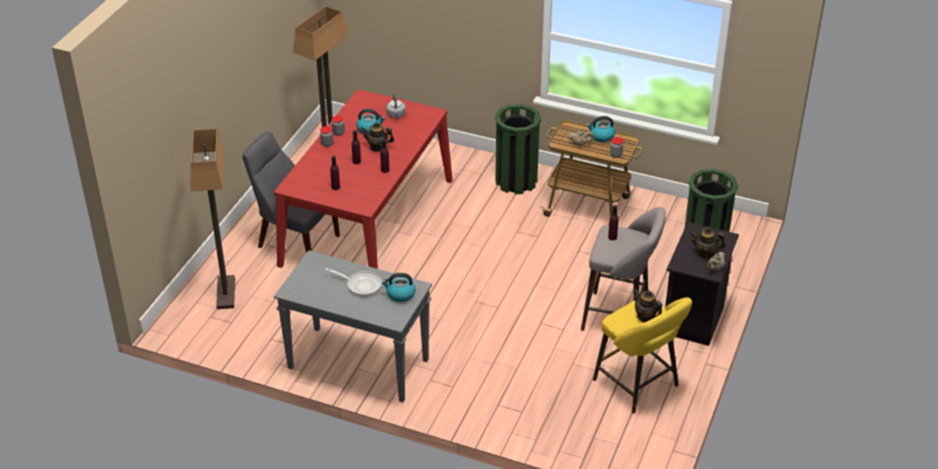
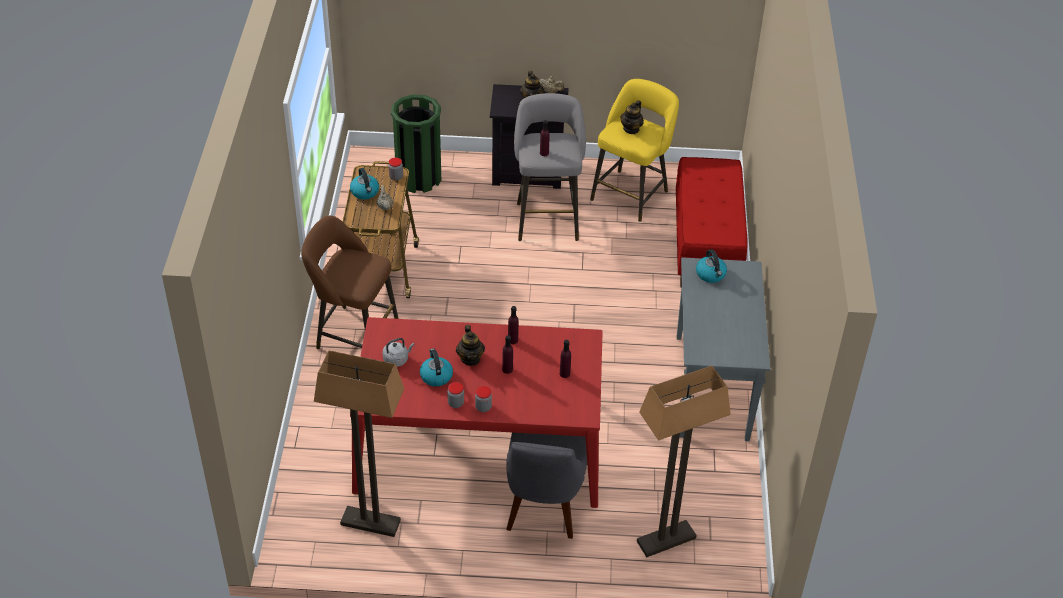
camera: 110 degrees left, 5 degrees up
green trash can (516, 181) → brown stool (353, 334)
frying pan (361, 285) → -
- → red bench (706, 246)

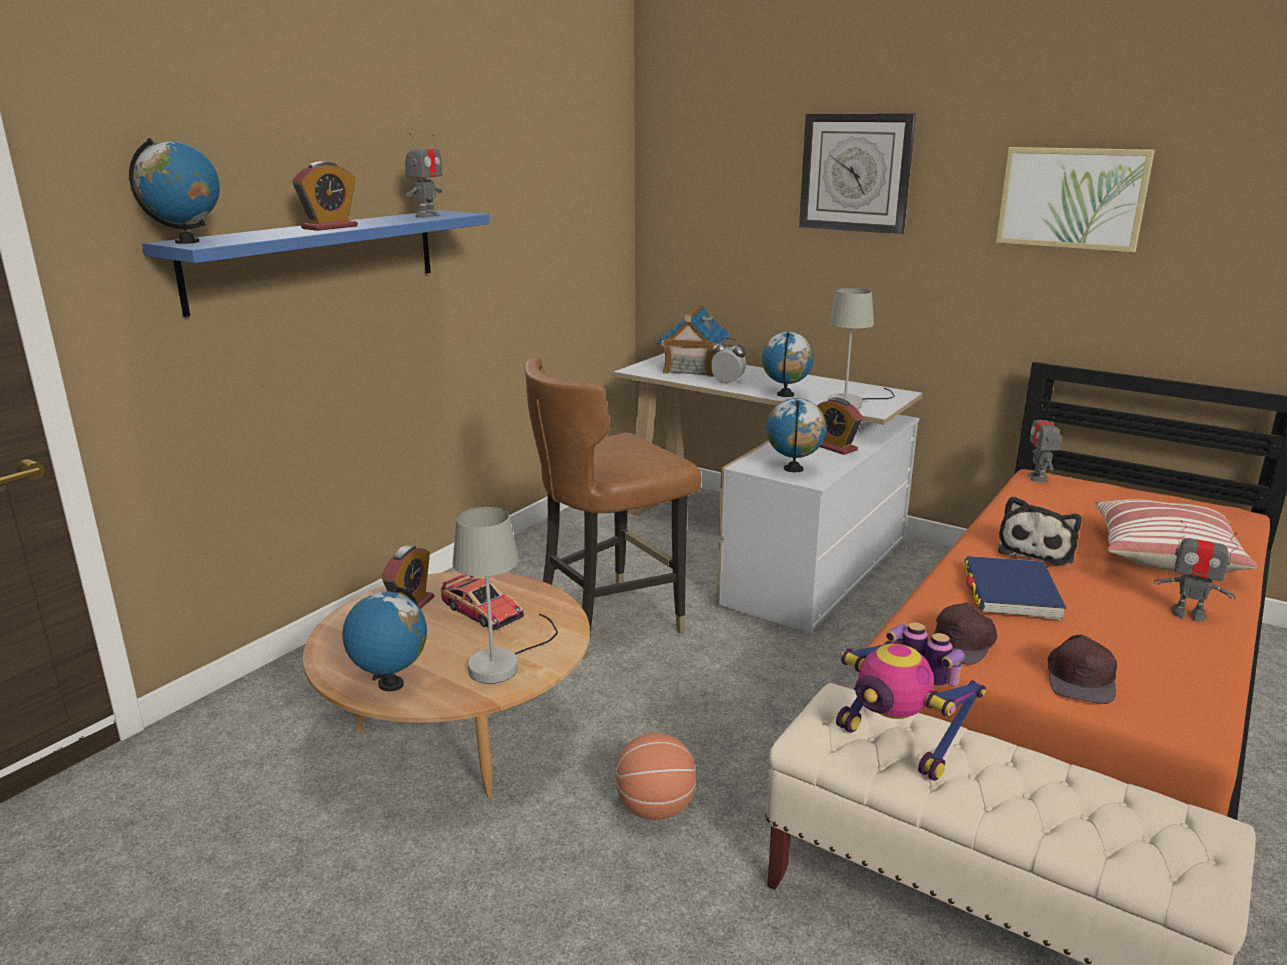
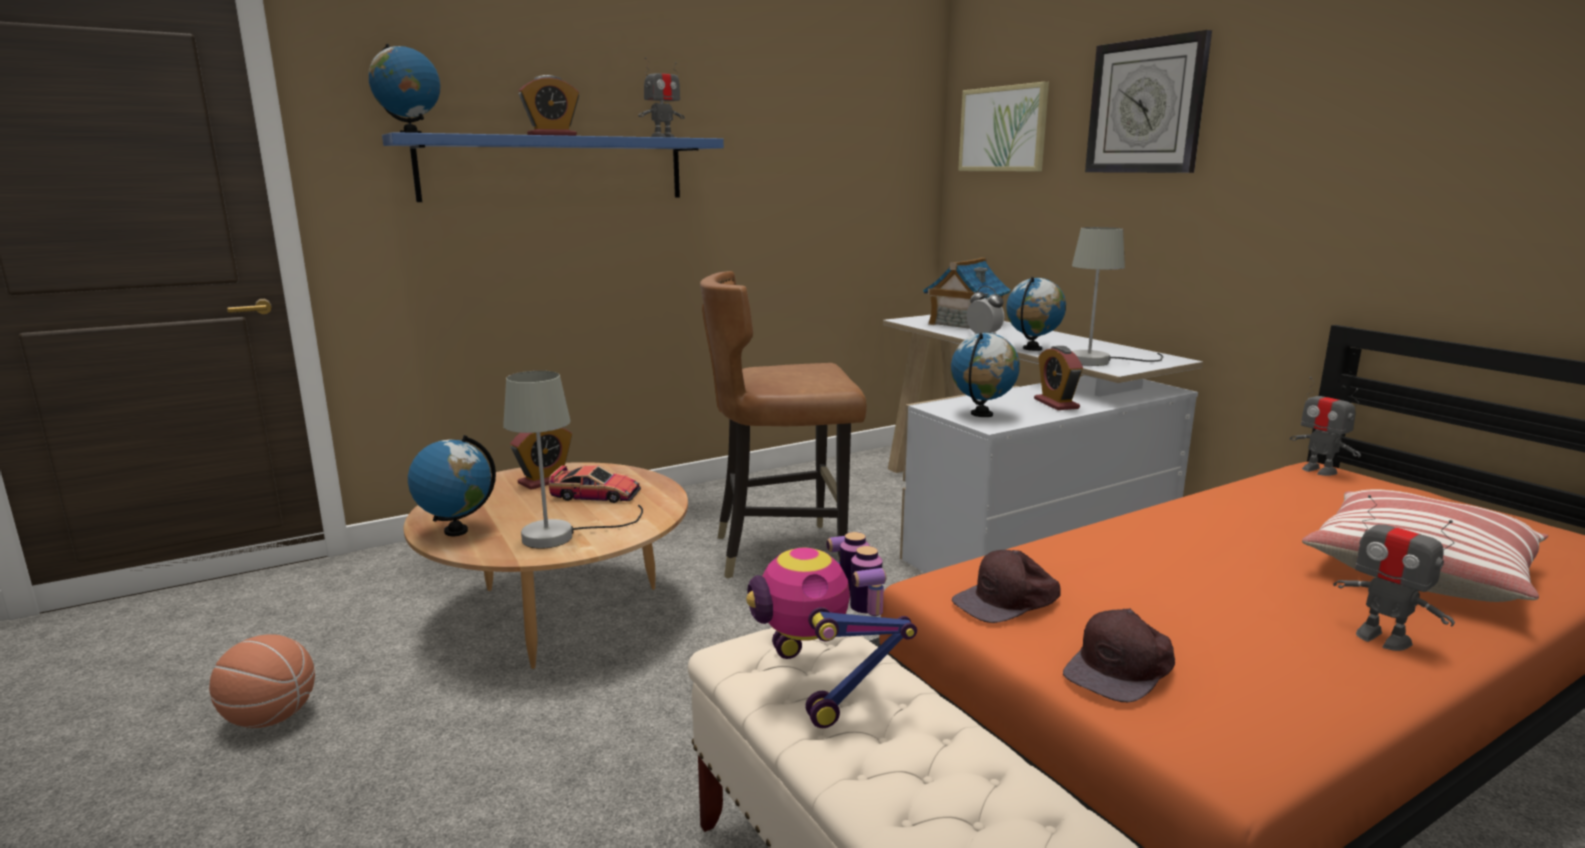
camera: 25 degrees right, 5 degrees down
picture (1071, 198) → picture (1003, 129), relocated
toy robot (1038, 478) → toy robot (1319, 470), 60 degrees counterclockwise
plush toy (1037, 550) → -
blue book (1010, 592) → -
toy car (483, 611) → toy car (596, 495), 60 degrees counterclockwise
basketball (654, 808) → basketball (270, 717), relocated

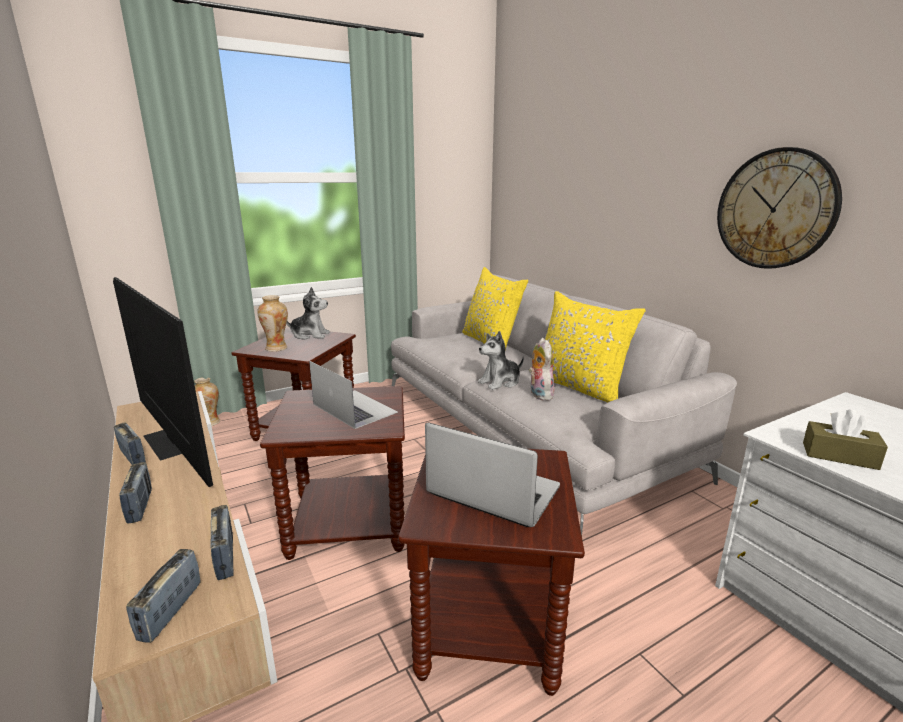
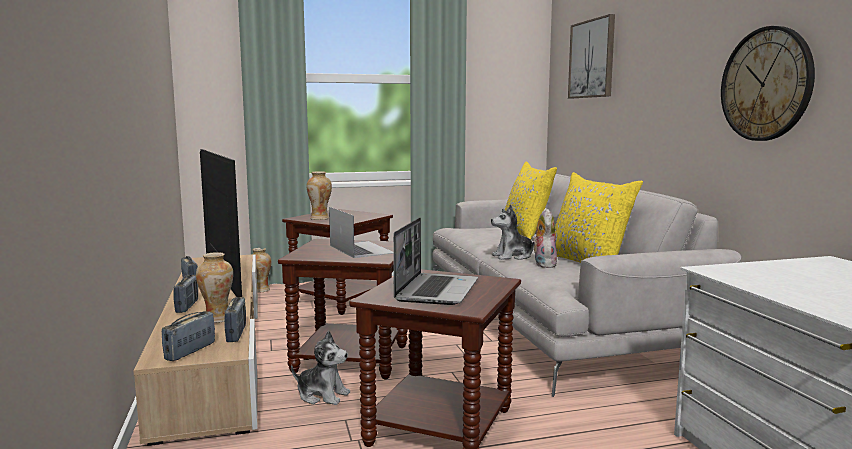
camera: 15 degrees right, 10 degrees down
plush toy (310, 335) → plush toy (322, 395), relocated
brown tissue box (839, 456) → -
laptop (491, 492) → laptop (436, 290), 60 degrees clockwise
- → picture (592, 59)
- → vase (217, 319)

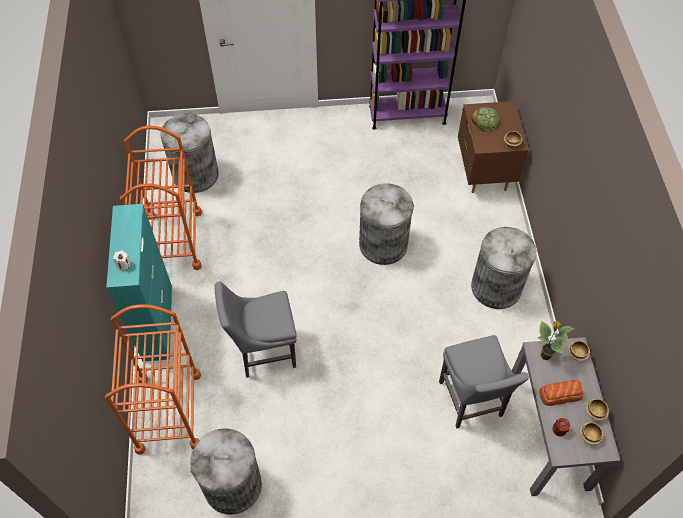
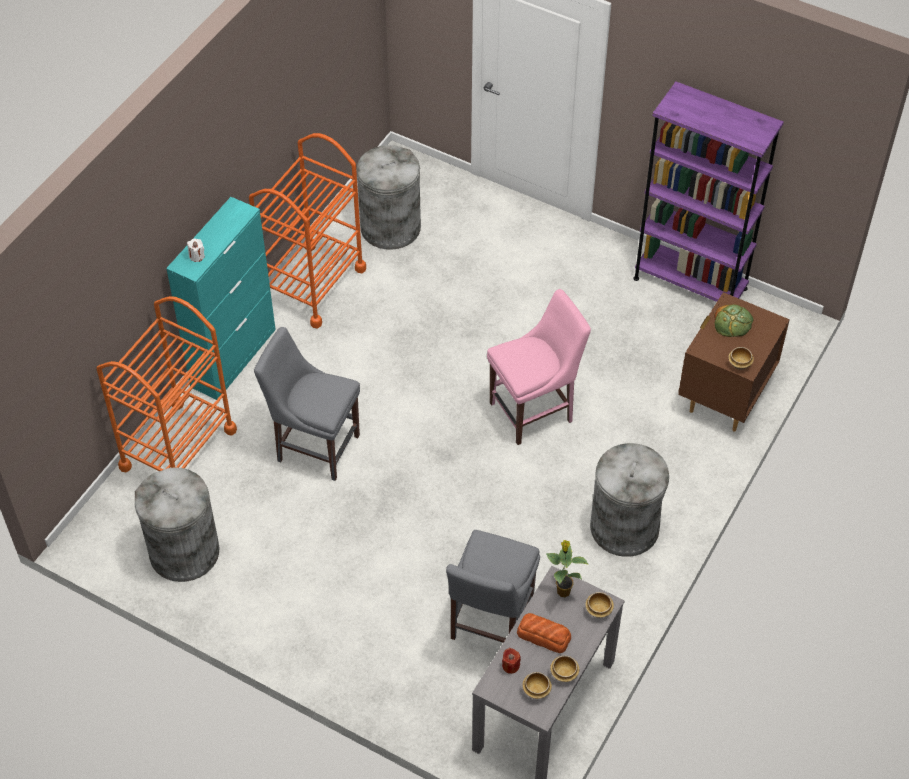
camera: 35 degrees right, 5 degrees down
grey trash can (383, 244) → pink chair (535, 411)

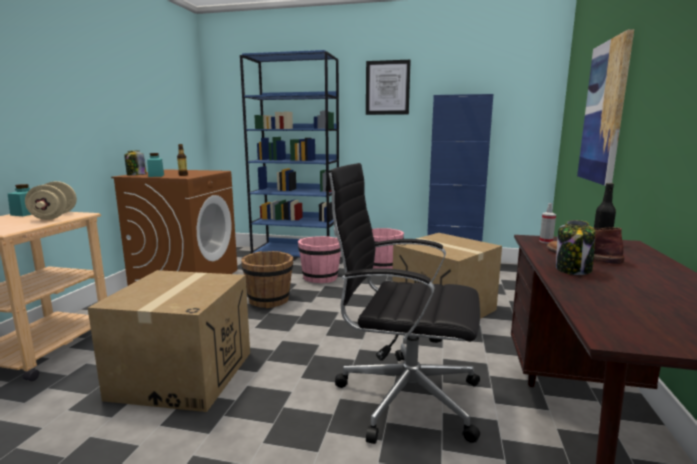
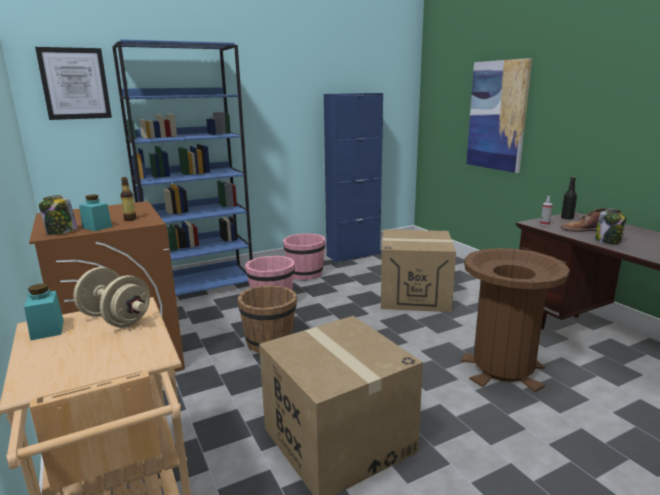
camera: 40 degrees left, 5 degrees up
picture (387, 88) → picture (75, 84), relocated
black office chair (404, 396) → brown trash can (502, 368)

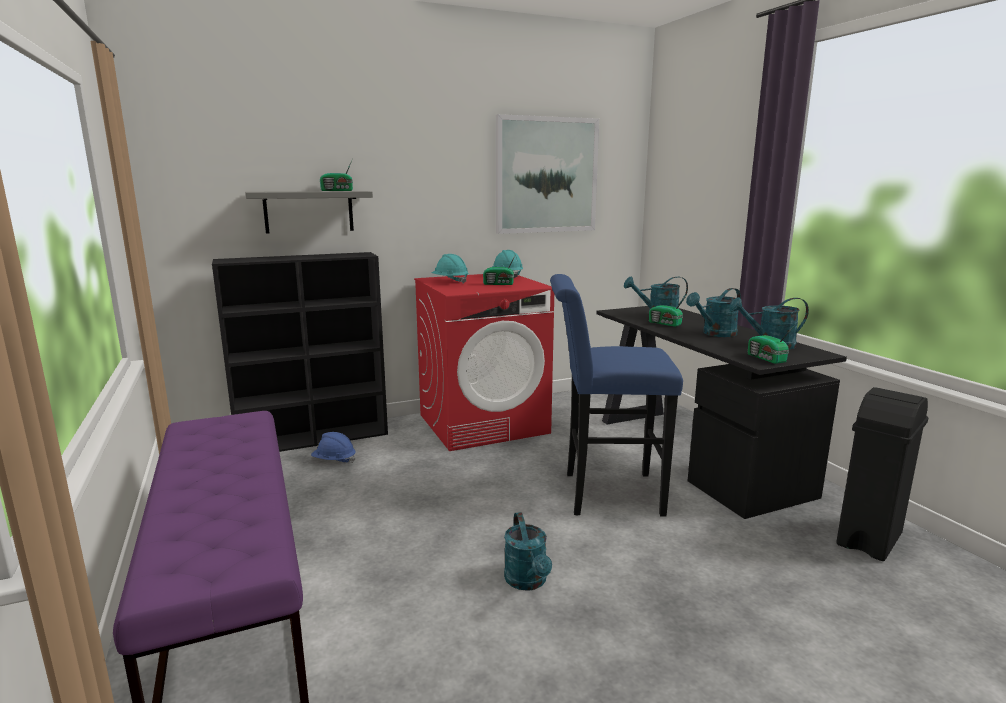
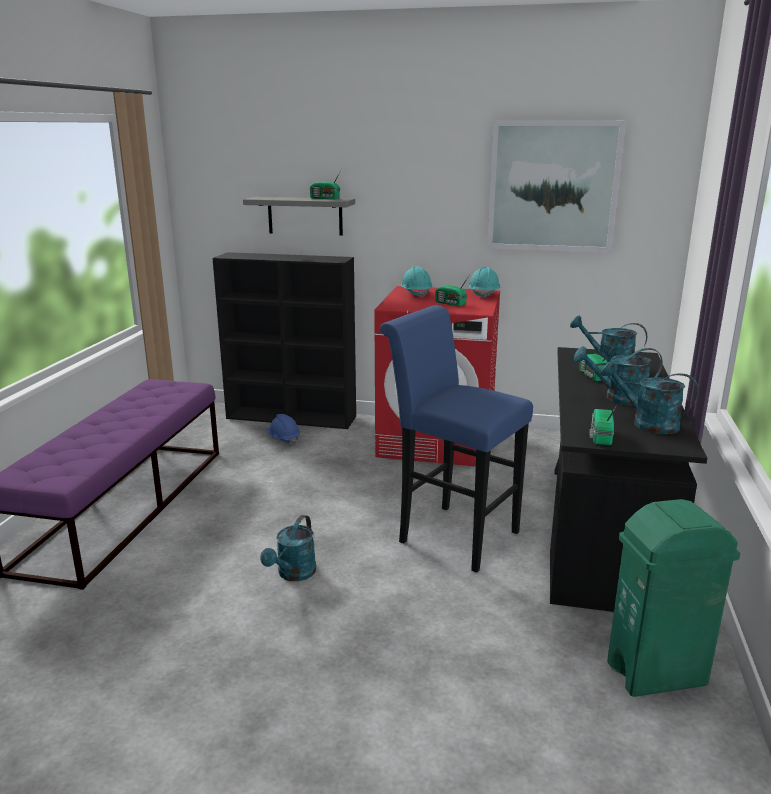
camera: 35 degrees right, 5 degrees up
black trash can (870, 539) → green trash can (657, 674)

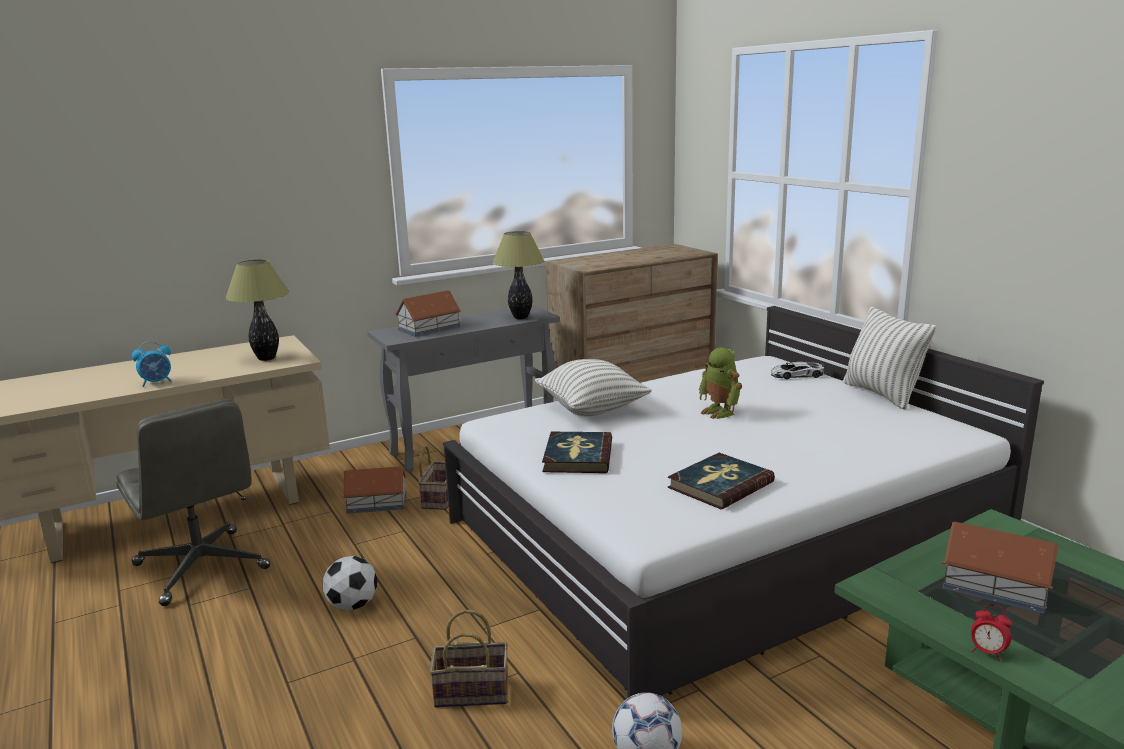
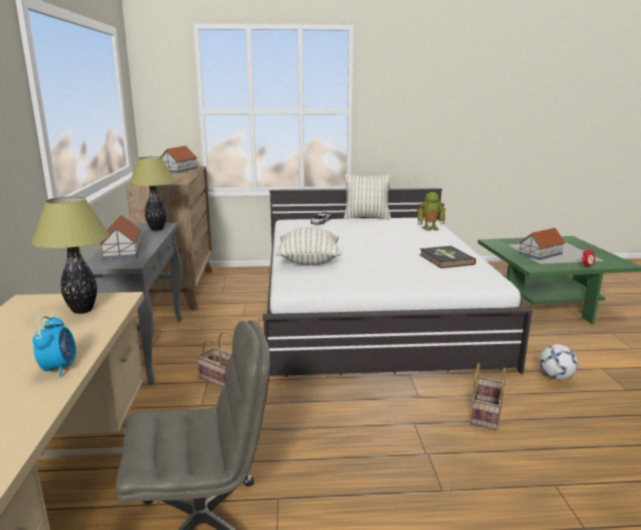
camera: 65 degrees left, 0 degrees up
toy robot (720, 412) → toy robot (430, 228), relocated
book (577, 456) → -
toy house (377, 503) → toy house (179, 170), relocated
football (352, 605) → -

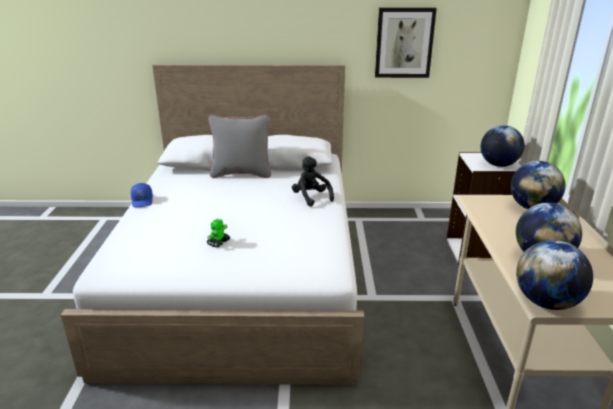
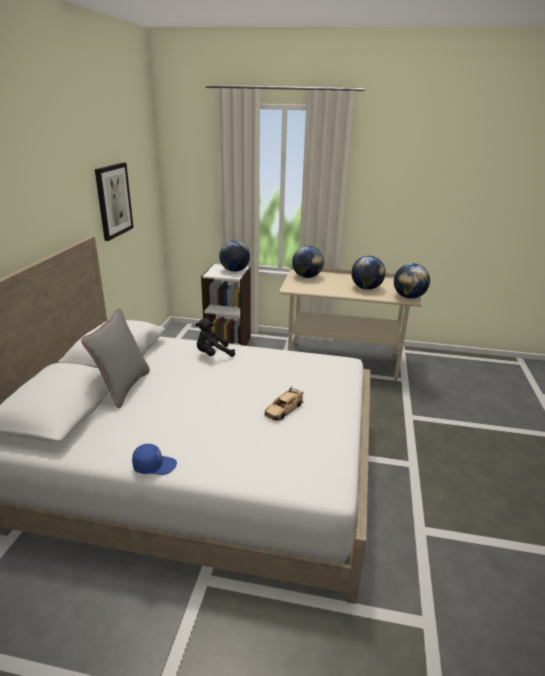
camera: 80 degrees left, 0 degrees up
toy robot (218, 242) → beige toy car (284, 409)

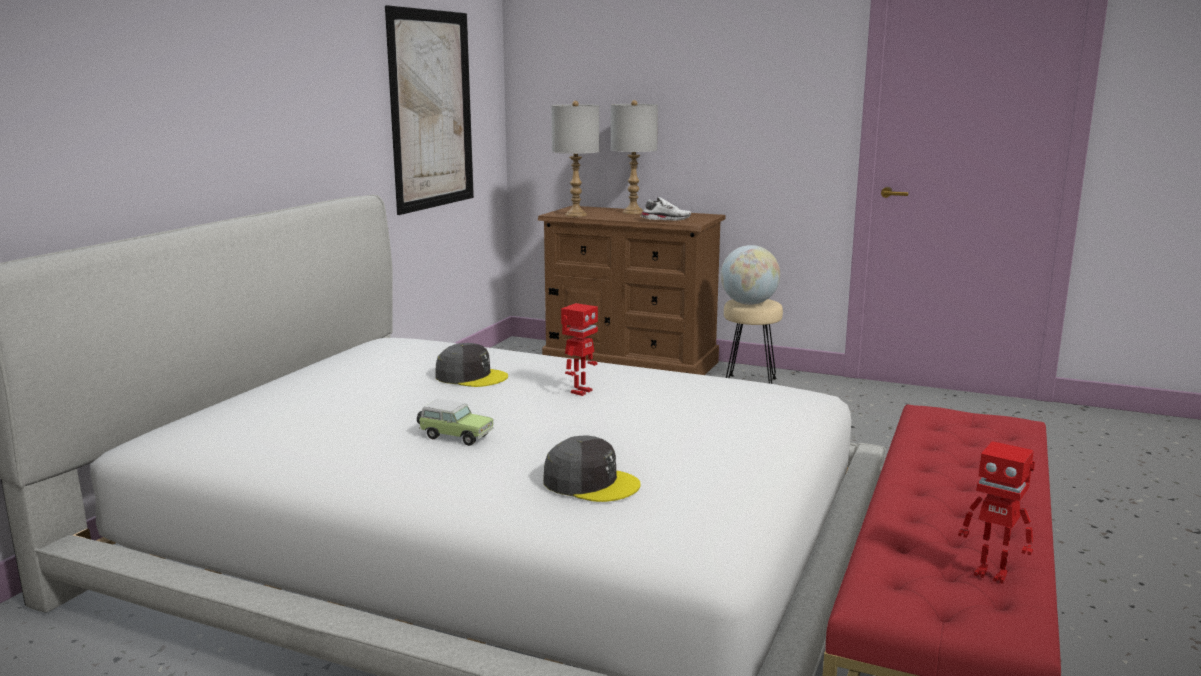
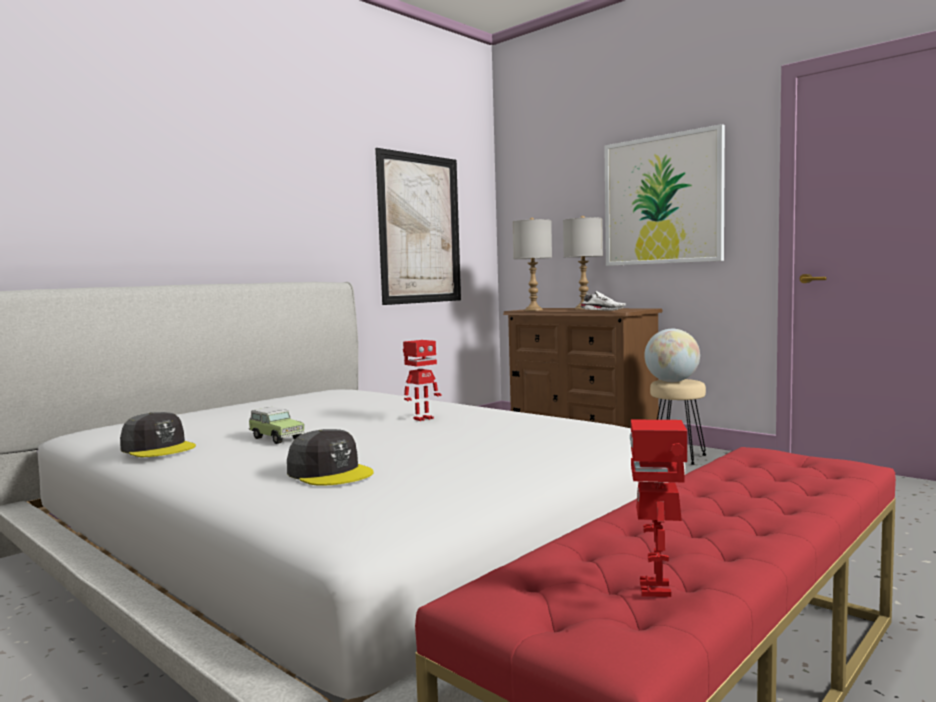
camera: 20 degrees right, 10 degrees down
grey cap (471, 376) → grey cap (158, 448), relocated
toy robot (991, 574) → toy robot (657, 589), 45 degrees clockwise
- → picture (662, 200)

